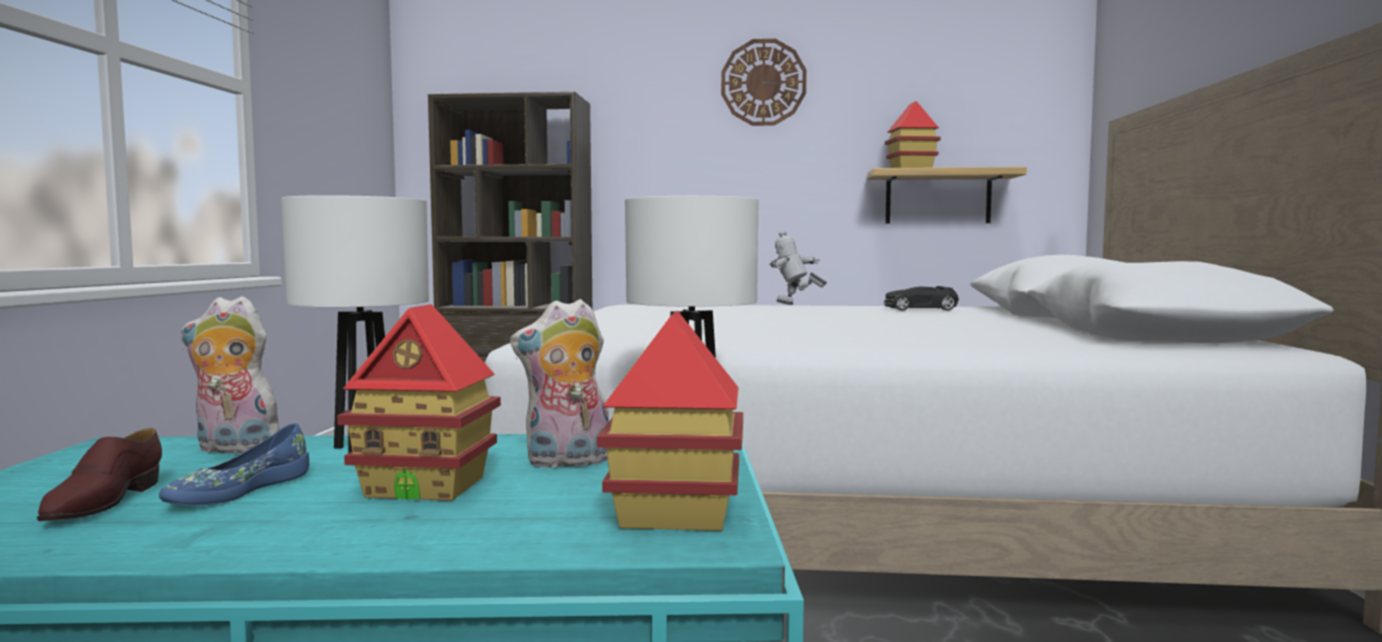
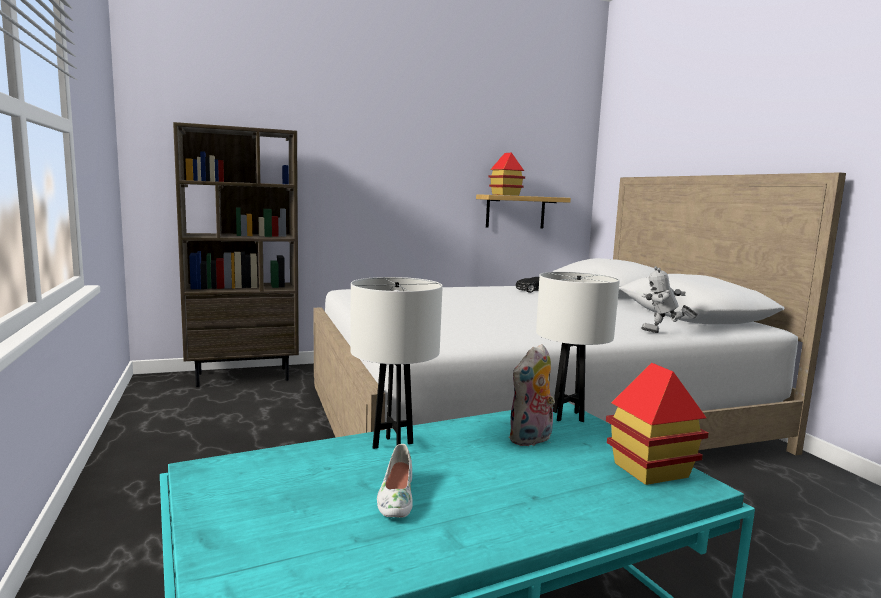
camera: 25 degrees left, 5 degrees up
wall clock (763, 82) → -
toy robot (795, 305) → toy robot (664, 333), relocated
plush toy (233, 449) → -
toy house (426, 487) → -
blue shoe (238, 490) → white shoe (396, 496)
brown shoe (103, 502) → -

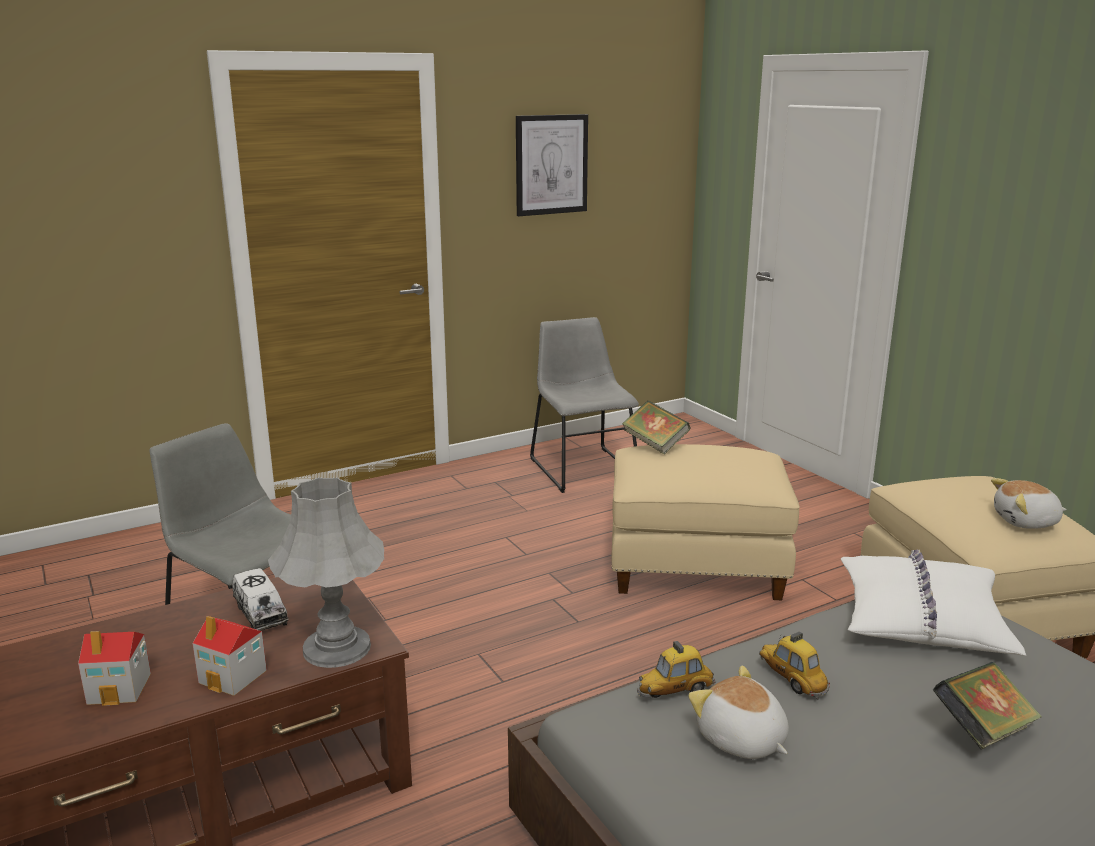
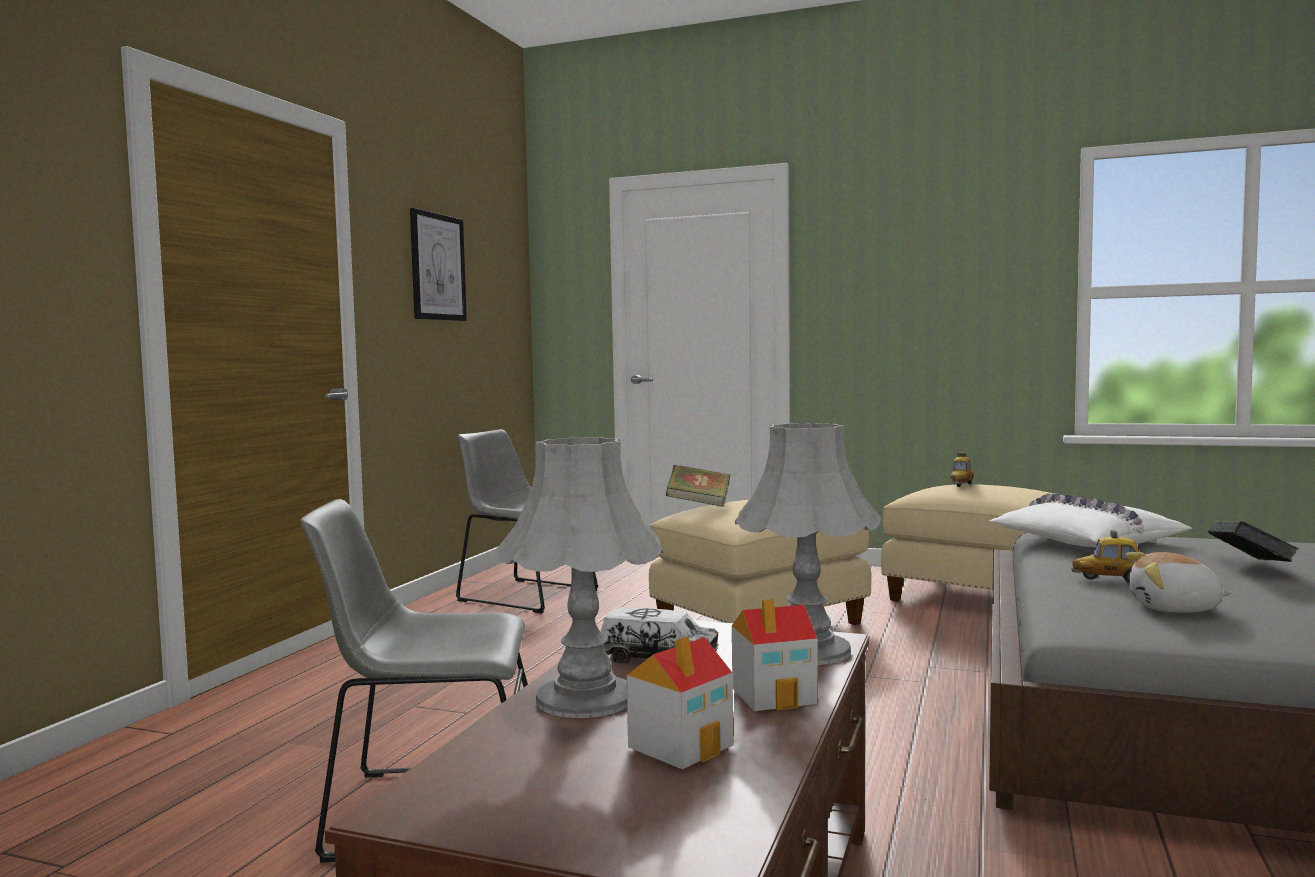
camera: 40 degrees left, 15 degrees down
plush toy (1026, 522) → -
toy car (675, 691) → toy car (961, 485), relocated
- → grey table lamp (586, 699)

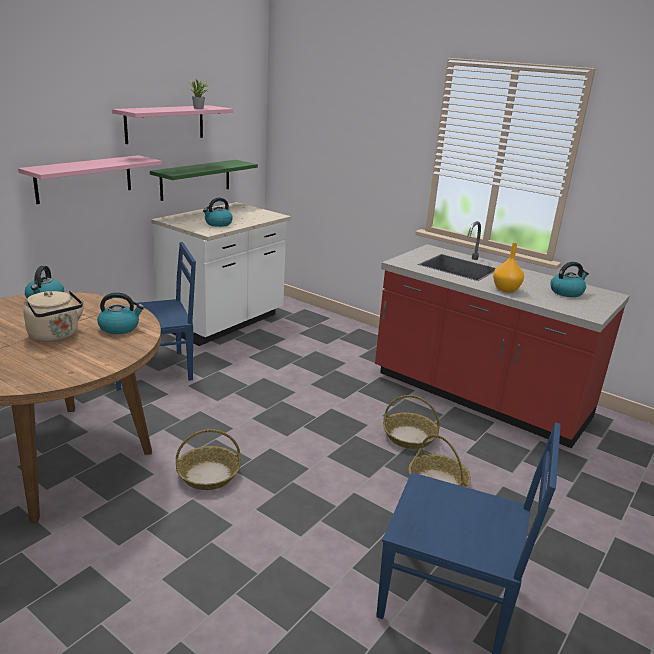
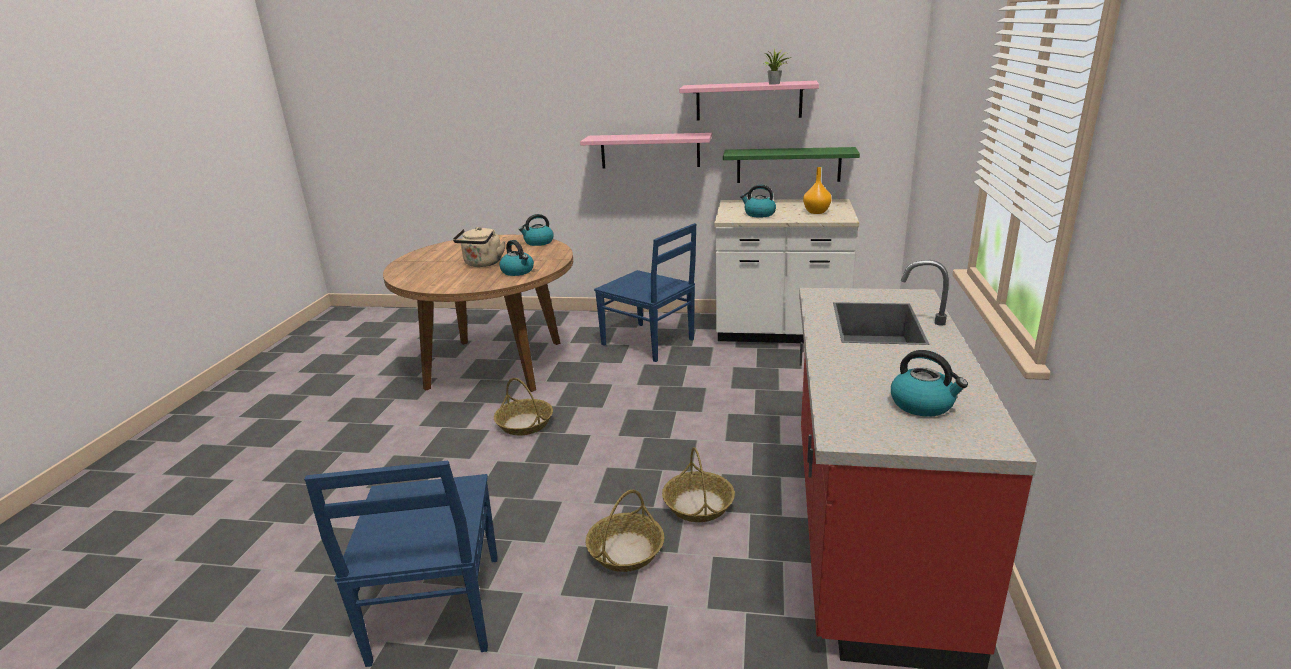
camera: 65 degrees right, 0 degrees up
orange vase (505, 289) → orange vase (816, 212), relocated

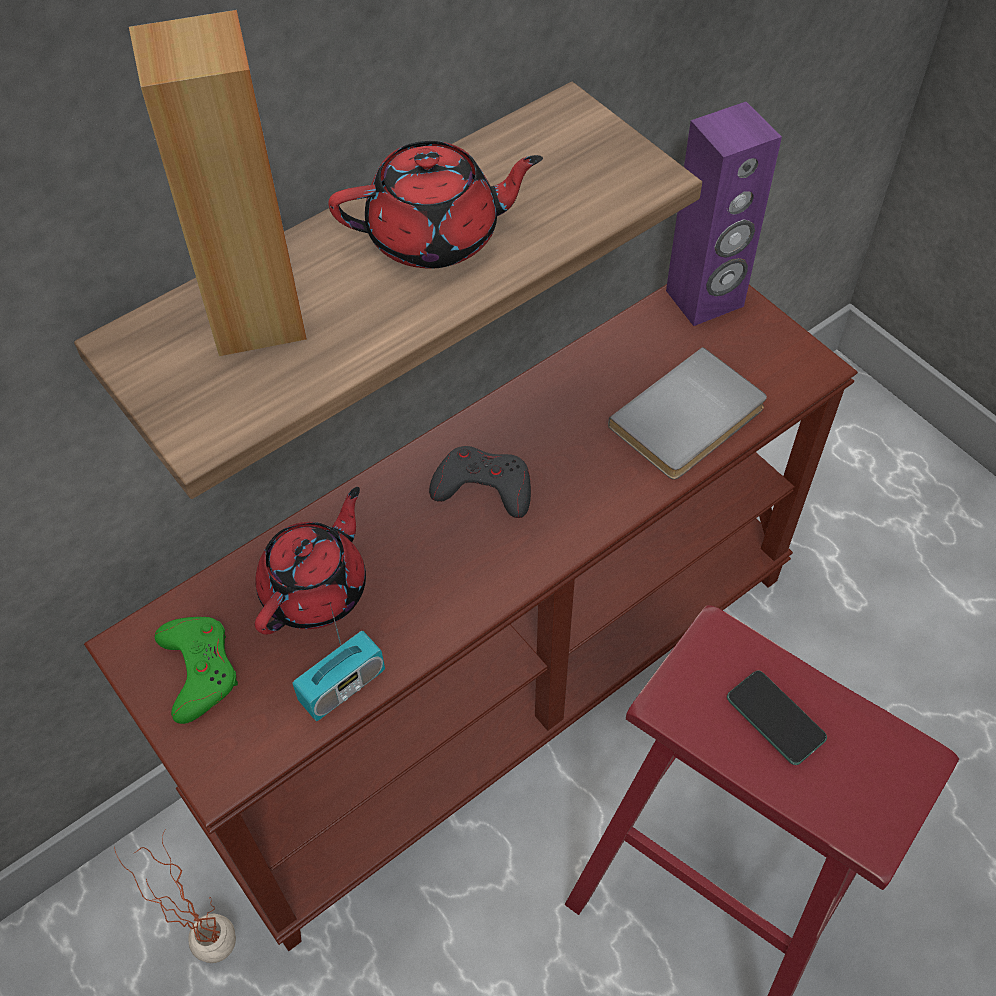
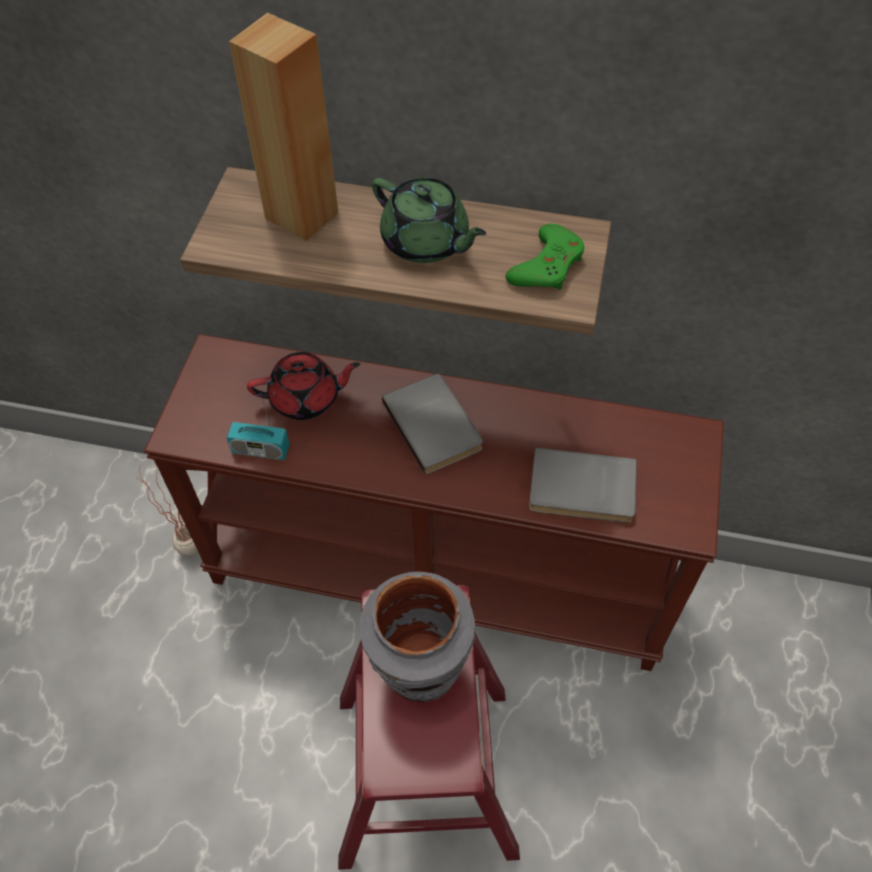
camera: 50 degrees right, 0 degrees up
purple speaker (705, 299) → -
red teapot (436, 236) → green teapot (426, 242)
grey game controller (483, 487) → grey book (435, 424)
green game controller (199, 669) → green game controller (547, 265), relocated
phone (775, 718) → grey vase (420, 669)

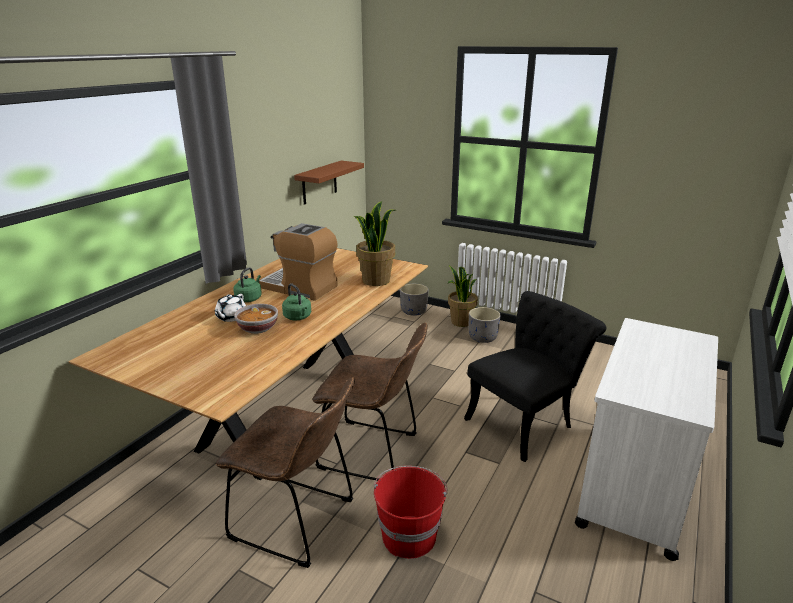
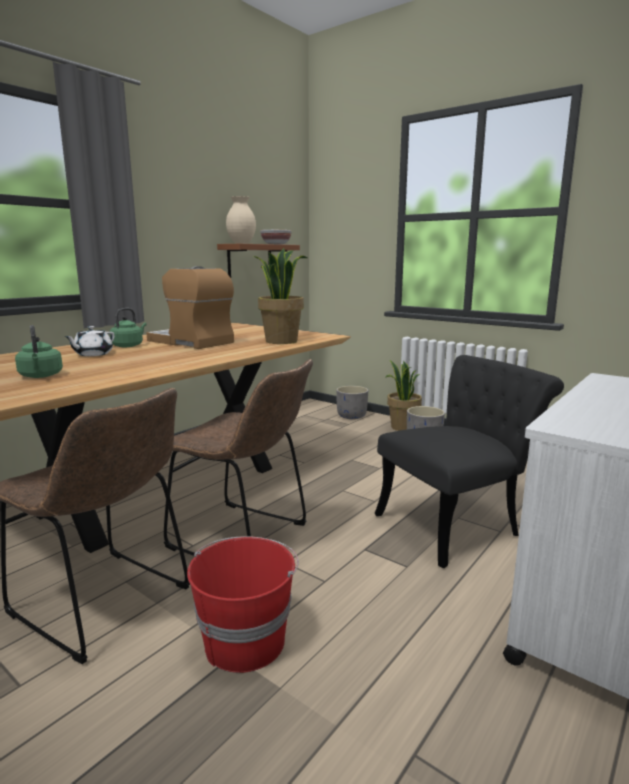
camera: 10 degrees right, 10 degrees down
green kettle (298, 317) → green kettle (41, 376), relocated
bowl (257, 329) → bowl (276, 244), relocated
- → beige vase (241, 243)

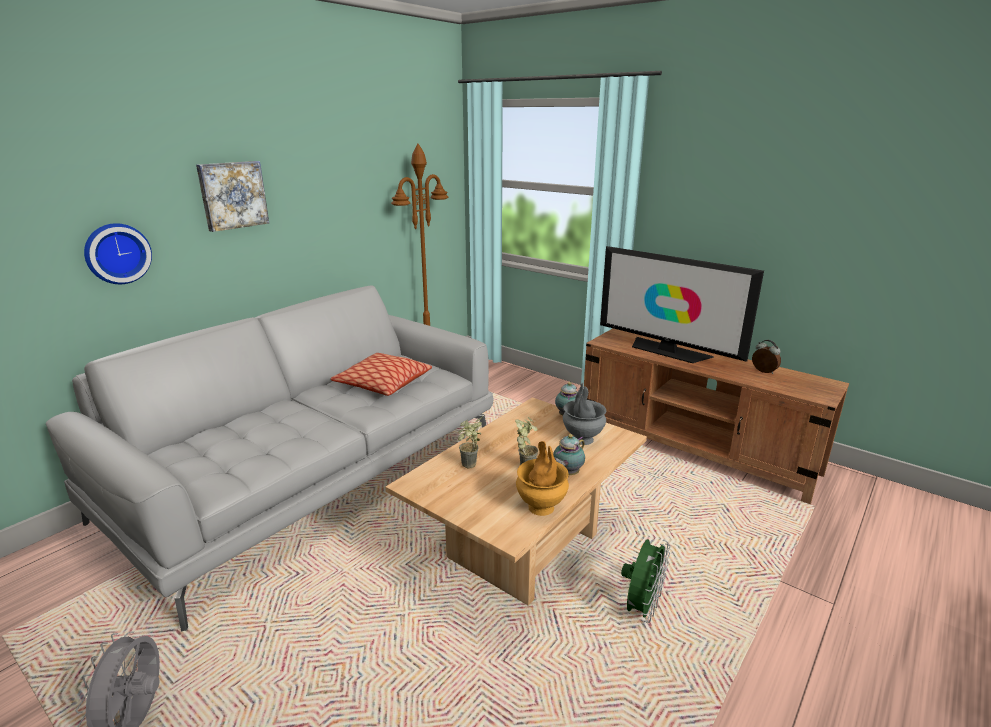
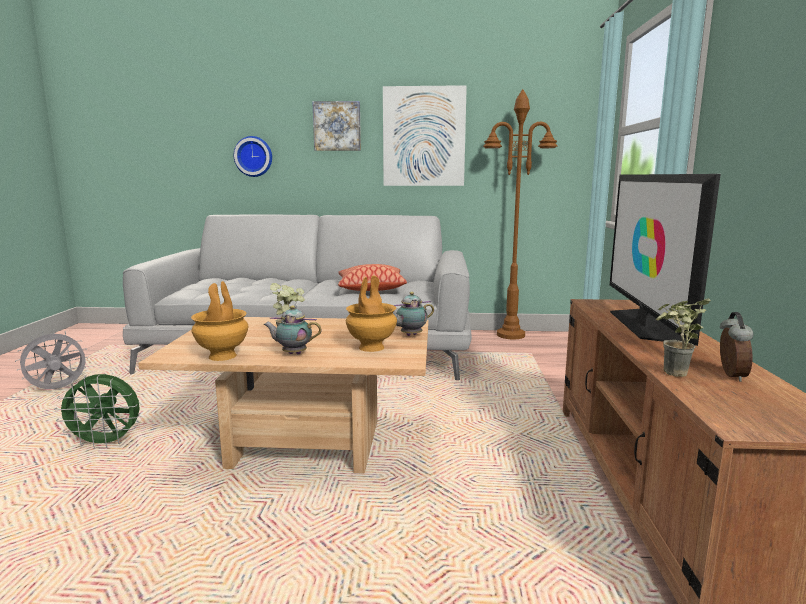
camera: 55 degrees right, 10 degrees down
grey vase (582, 439) → brown vase (372, 347)
potted plant (469, 467) → potted plant (672, 375), relocated
green fan (641, 608) → green fan (106, 443), relocated
- → picture (424, 137)

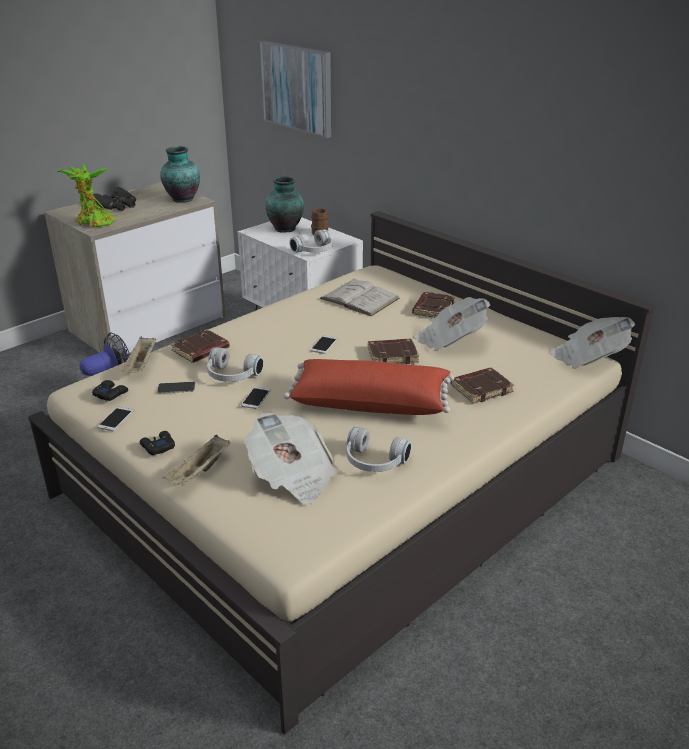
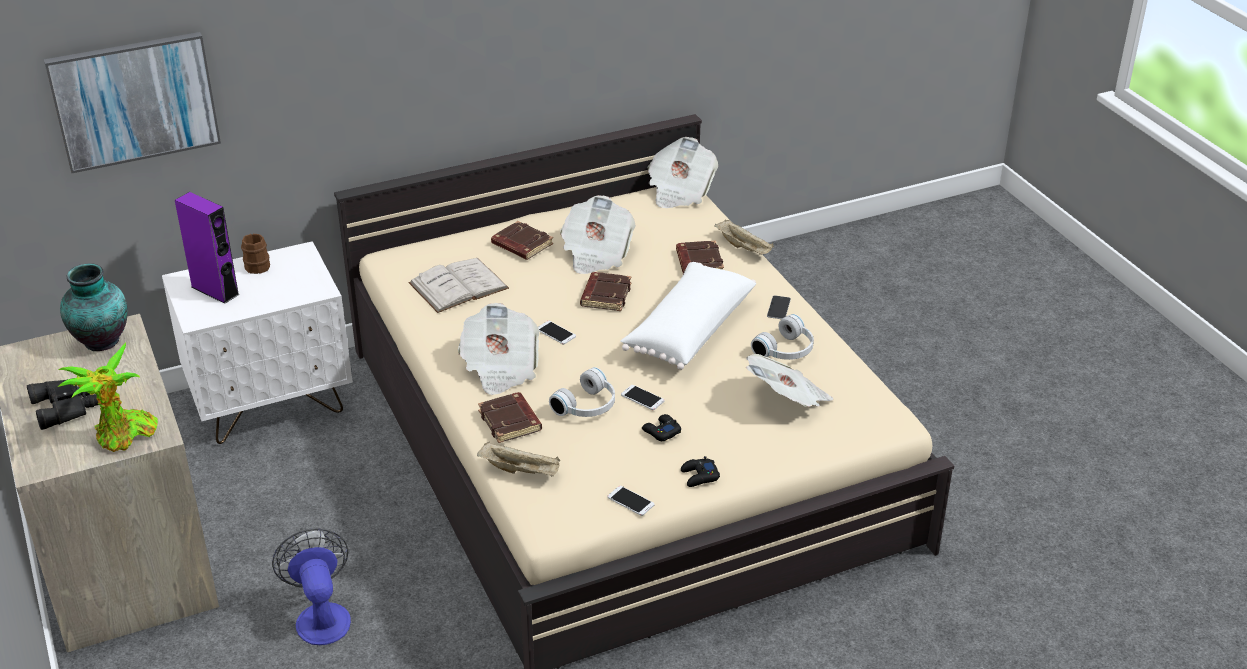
camera: 70 degrees left, 5 degrees up
vase (286, 228) → purple speaker (215, 290)
white headphones (315, 251) → -
red pillow (370, 402) → white pillow (688, 330)
black game controller (110, 394) → black game controller (661, 431), relocated
phone (176, 388) → phone (778, 307), relocated
beige tray (199, 472) → beige tray (744, 248), relocated
- → newspaper (500, 368)

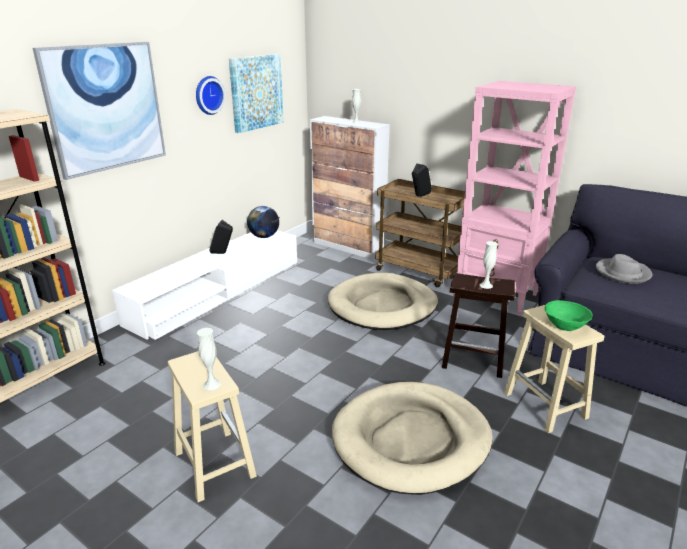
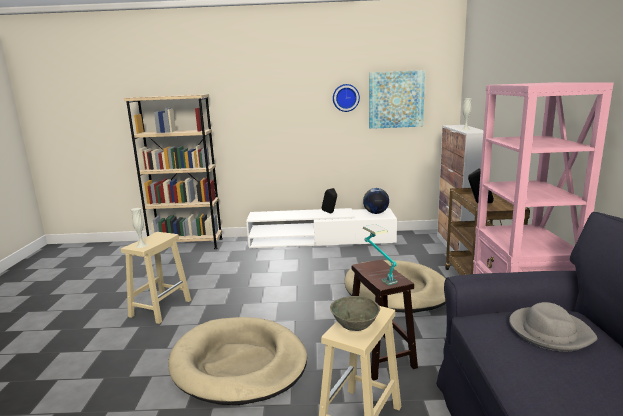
camera: 55 degrees right, 10 degrees down
picture (106, 108) → -
white vase (486, 285) → table lamp (379, 275)
green bowl (565, 325) → grey bowl (356, 325)

